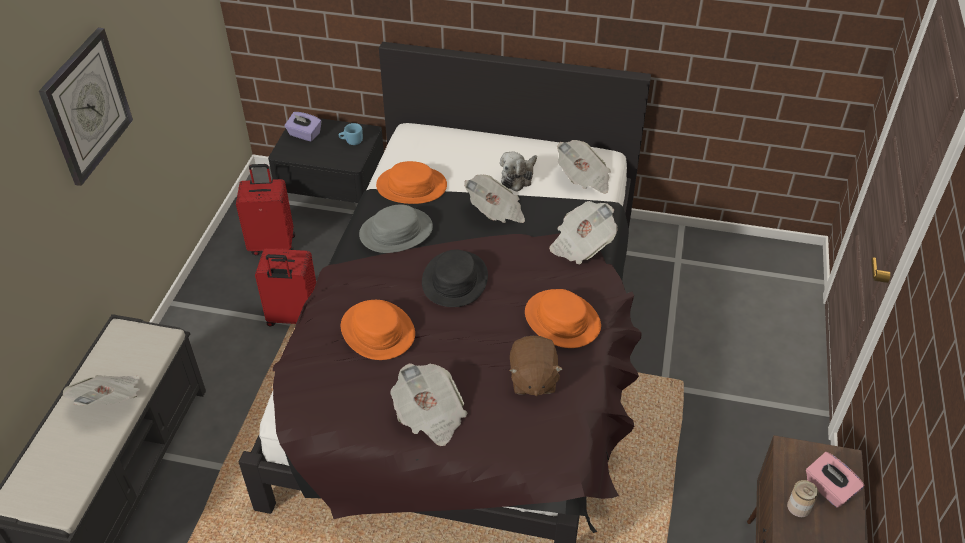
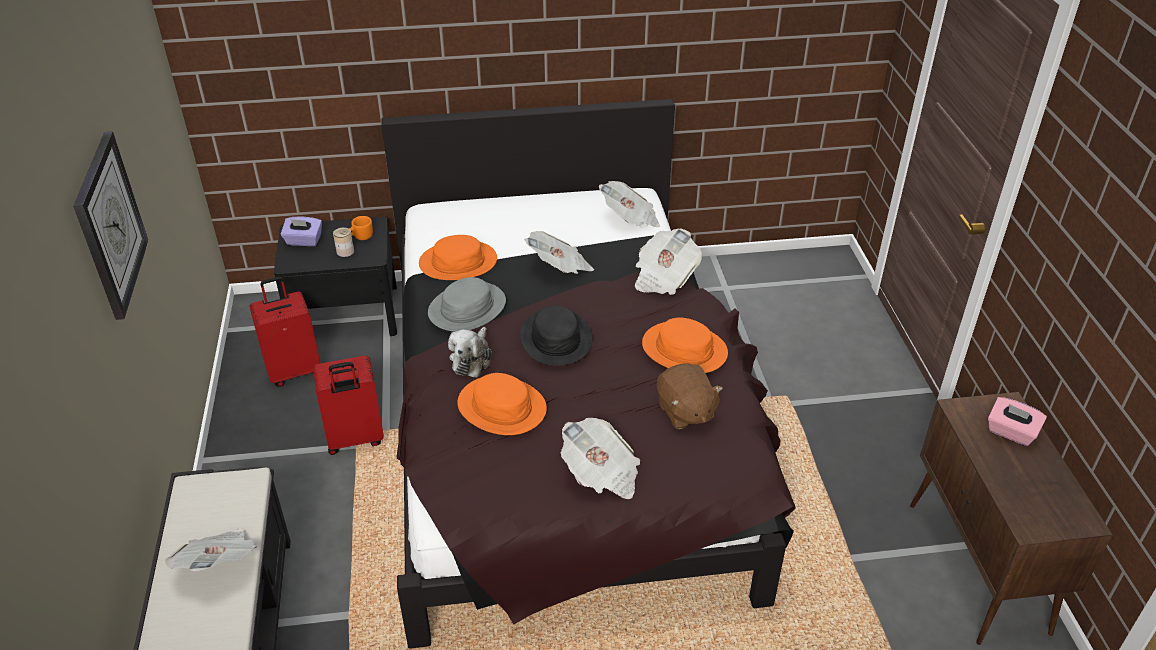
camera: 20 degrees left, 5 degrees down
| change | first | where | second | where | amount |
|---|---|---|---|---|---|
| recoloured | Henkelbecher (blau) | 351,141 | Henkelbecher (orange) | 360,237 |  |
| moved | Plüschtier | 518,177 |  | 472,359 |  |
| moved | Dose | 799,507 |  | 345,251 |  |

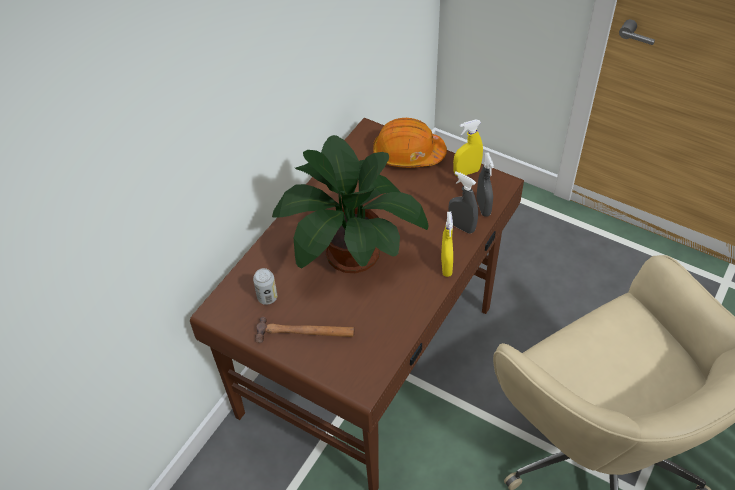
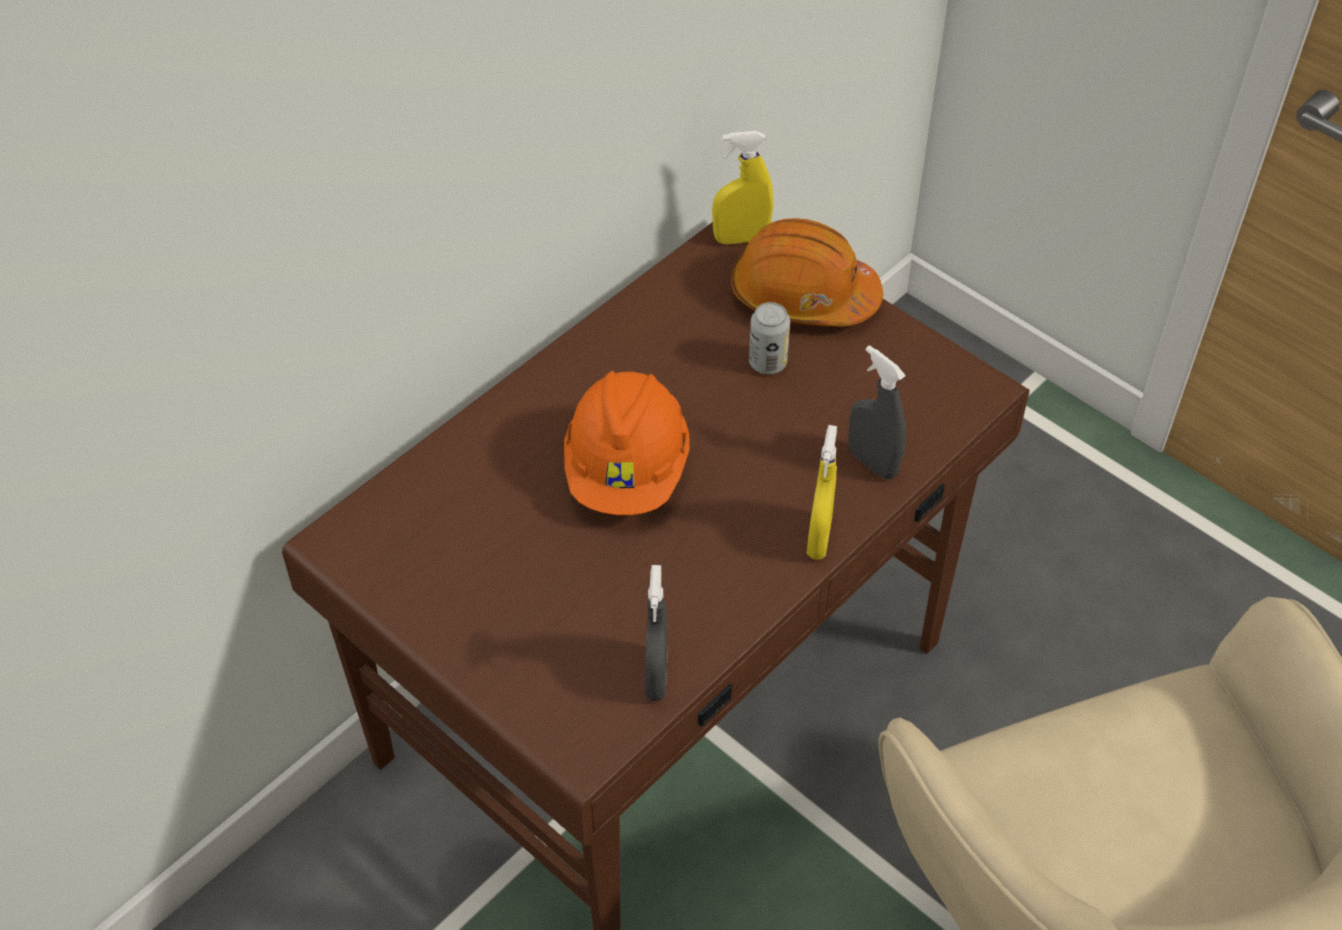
camera: 10 degrees right, 0 degrees up
| change | first | where | second | where | amount |
|---|---|---|---|---|---|
| moved | Sprühflasche (gelb) | 466,172 |  | 741,239 |  |
| replaced | Topfpflanze | 347,251 | Schutzhelm (orange) | 627,470 |  |
| moved | Sprühflasche (grau) | 483,207 |  | 656,676 |  |
| moved | Dose | 267,297 |  | 767,363 |  |
| removed | Hammer | 305,333 |  |  |  |

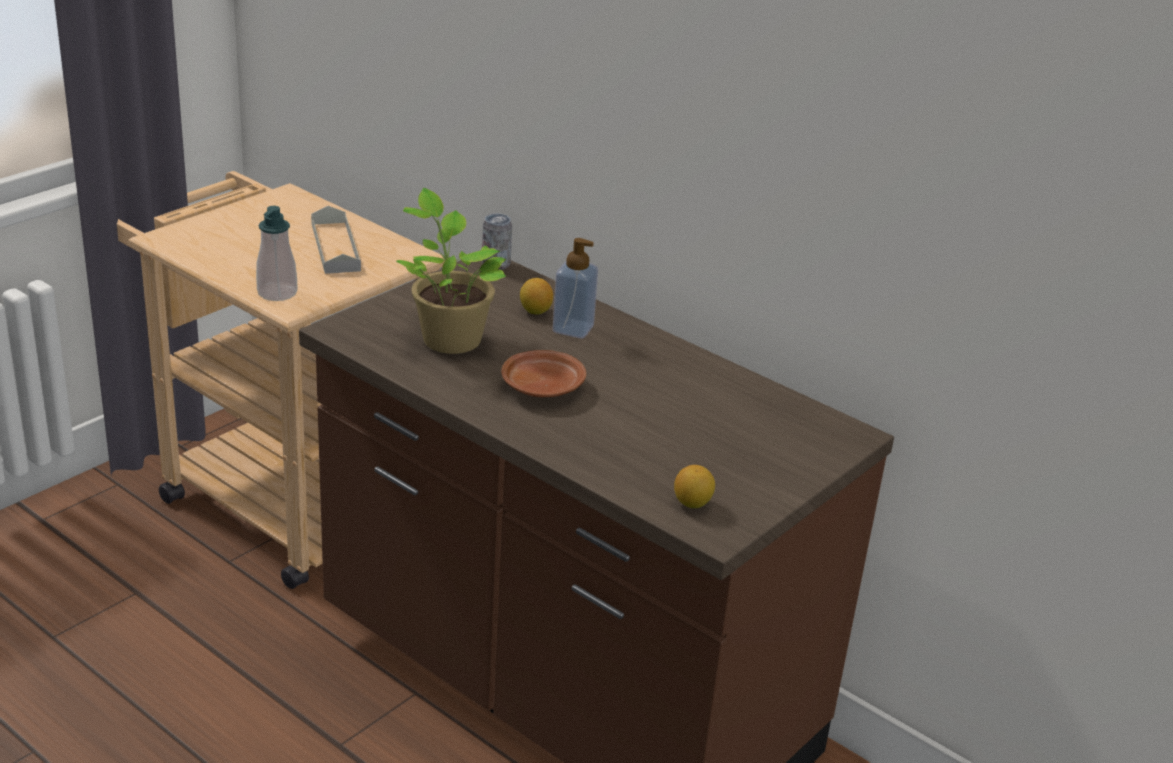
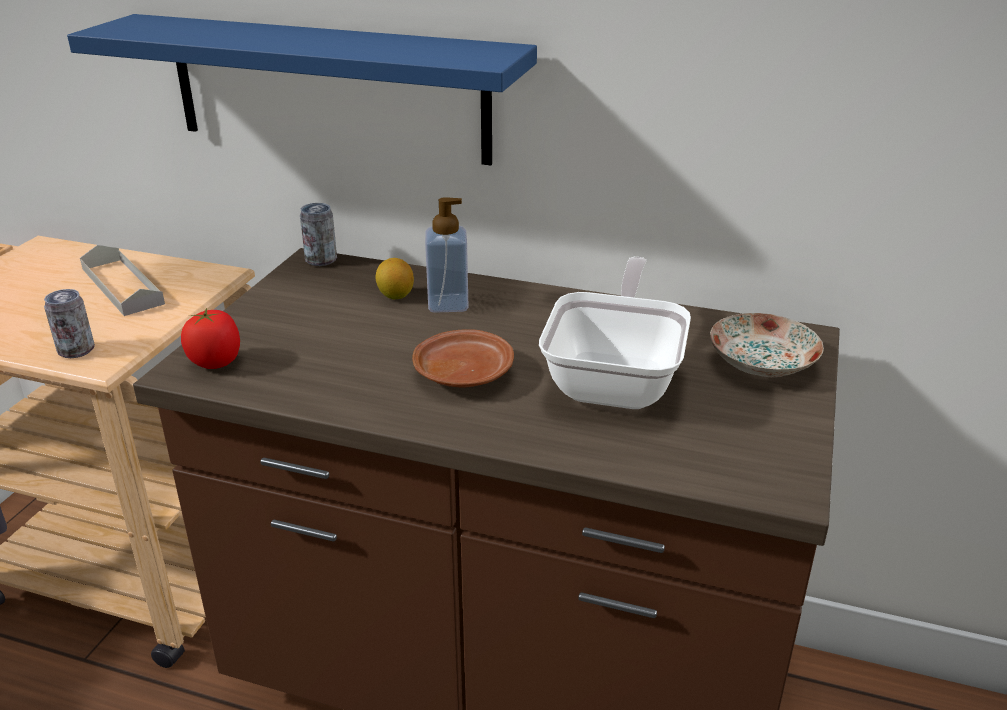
camera: 20 degrees left, 0 degrees up
| change | first | where | second | where | amount |
|---|---|---|---|---|---|
| removed | Topfpflanze | 449,338 |  |  |  |
| replaced | Seifenspender | 277,293 | Dose | 76,350 |  |
| removed | Zitrone | 692,503 |  |  |  |
| added |  |  | Wandregal (blau) | 328,89 |  |
| added |  |  | Pfanne | 616,379 |  |
| added |  |  | Tomate | 216,362 |  |
| added |  |  | Teller | 760,363 |  |

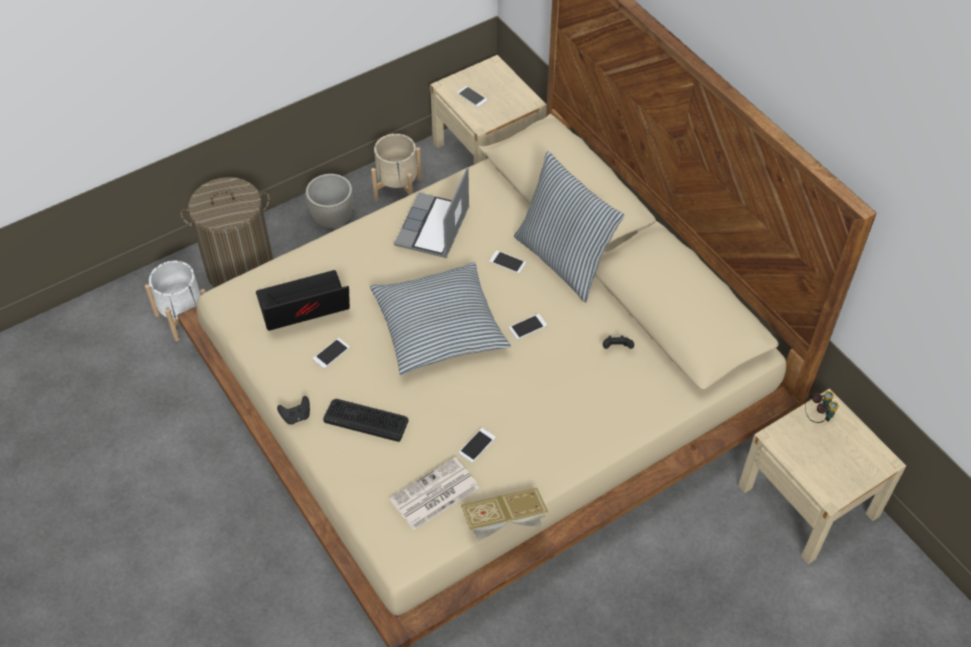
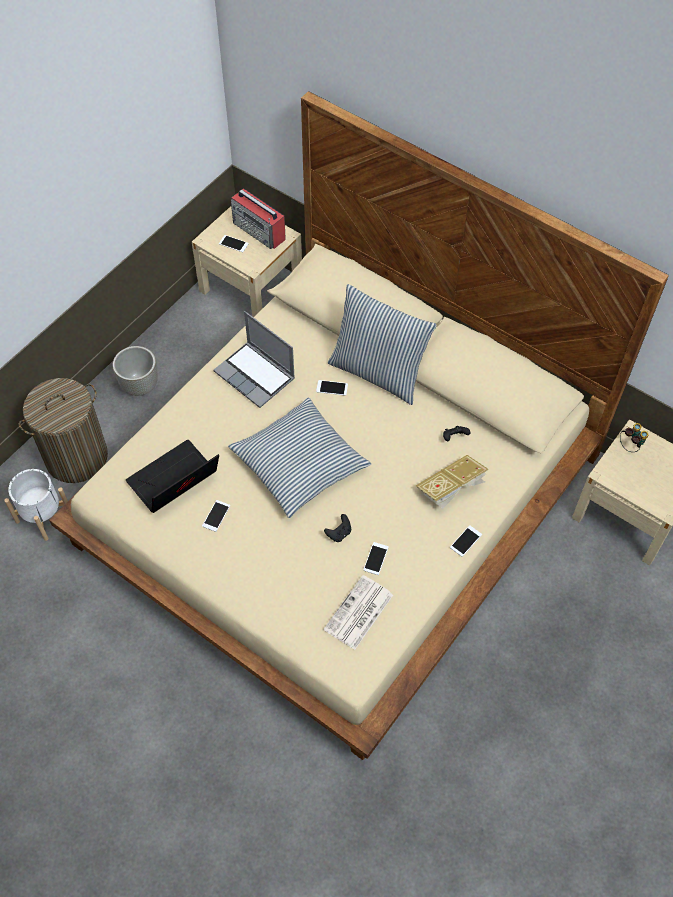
camera: 20 degrees left, 5 degrees up
| change | first | where | second | where | amount |
|---|---|---|---|---|---|
| removed | Pflanzkübel (beige) | 397,189 |  |  |  |
| turned | Laptop | 433,228 |  | 256,375 | 45 degrees counterclockwise |
| moved | Handy | 528,326 |  | 465,541 |  |
| moved | Gamepad (schwarz) | 296,416 |  | 339,533 |  |
| removed | Tastatur | 366,420 |  |  |  |
| moved | Buch | 504,522 |  | 451,489 |  |
| added |  |  | Radio | 259,231 |  |

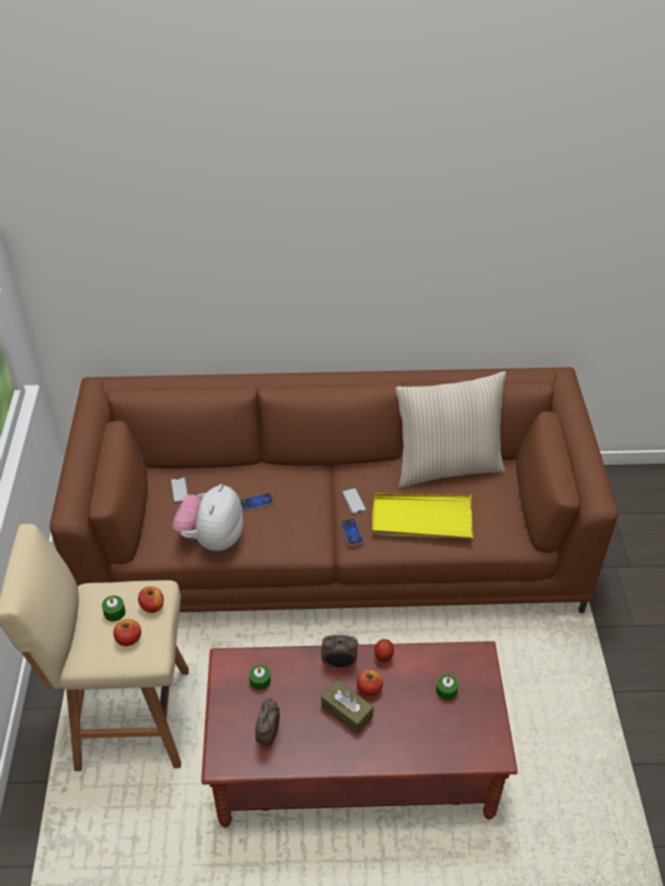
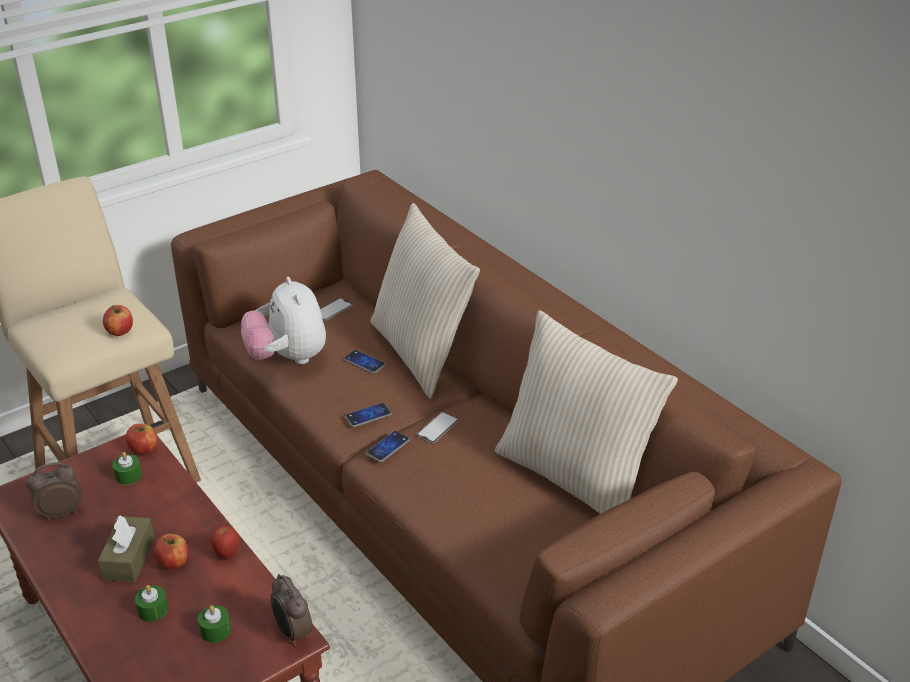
camera: 55 degrees right, 10 degrees down
| change | first | where | second | where | amount |
|---|---|---|---|---|---|
| turned | Plüschtier | 212,538 |  | 288,358 | 90 degrees counterclockwise |
| removed | Tablett (gelb) | 421,519 |  |  |  |
| moved | Kerze (grün) | 114,612 |  | 153,610 |  |
| moved | Apfel | 129,639 |  | 143,449 |  |
| moved | Wecker | 339,664 |  | 292,633 |  |
| added |  |  | Kissen (beige) | 422,353 |  |
| added |  |  | Handy | 368,416 |  |

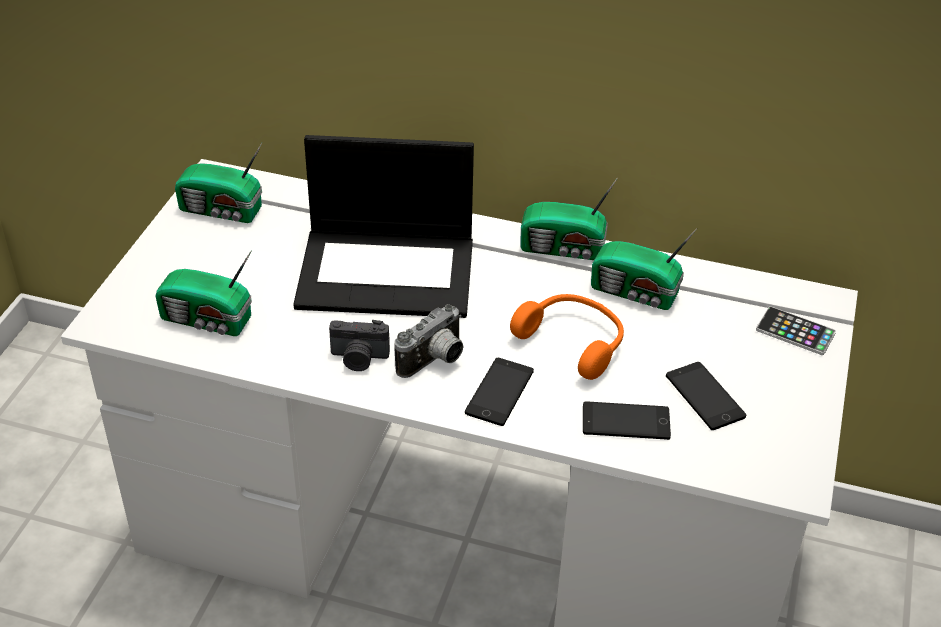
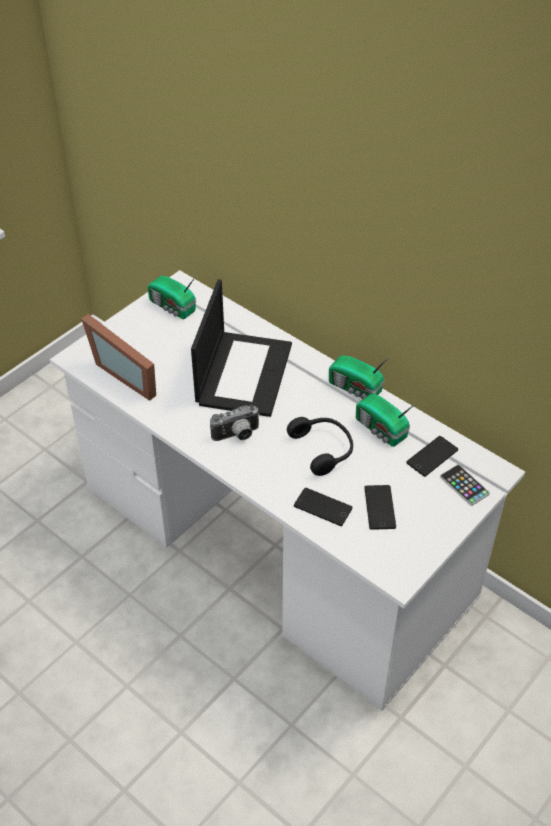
camera: 25 degrees right, 5 degrees up
| change | first | where | second | where | amount |
|---|---|---|---|---|---|
| turned | Laptop | 388,272 |  | 243,373 | 105 degrees counterclockwise |
| replaced | Radio | 208,321 | Bilderrahmen | 128,373 |  |
| recoloured | Kopfhörer (orange) | 573,342 | Kopfhörer (schwarz) | 323,449 |  |
| removed | Kamera | 359,358 |  |  |  |
| moved | Handy | 499,392 |  | 432,456 |  |

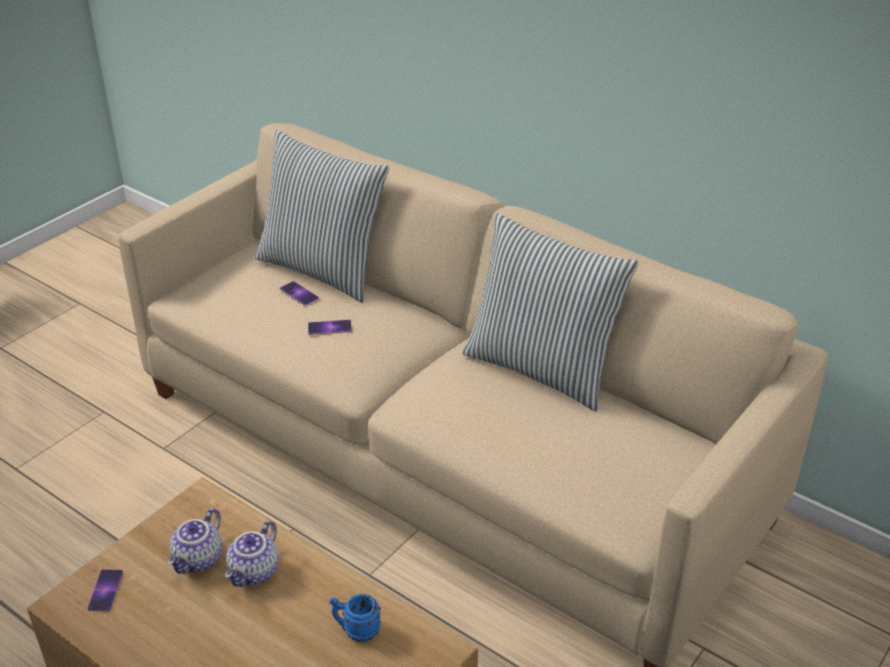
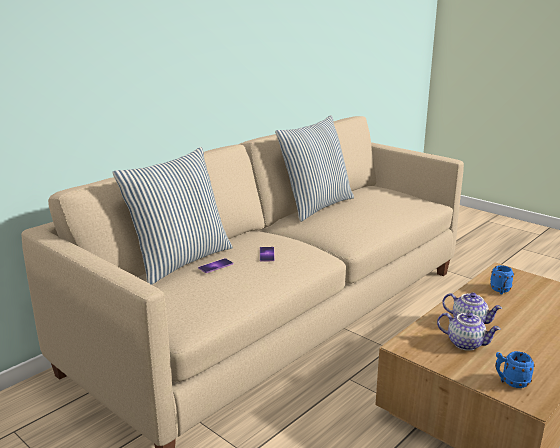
camera: 85 degrees left, 15 degrees down
| change | first | where | second | where | amount |
|---|---|---|---|---|---|
| replaced | Handy | 105,590 | Henkelbecher (blau) | 510,382 |  |

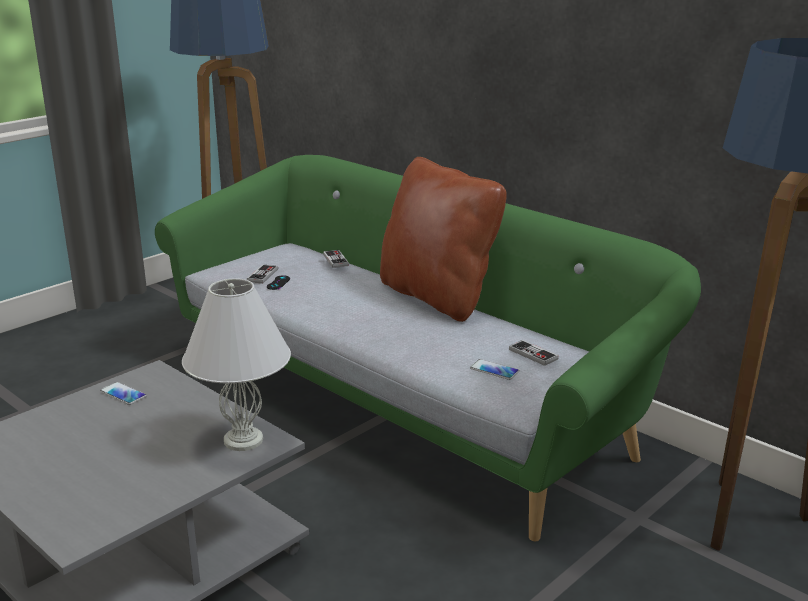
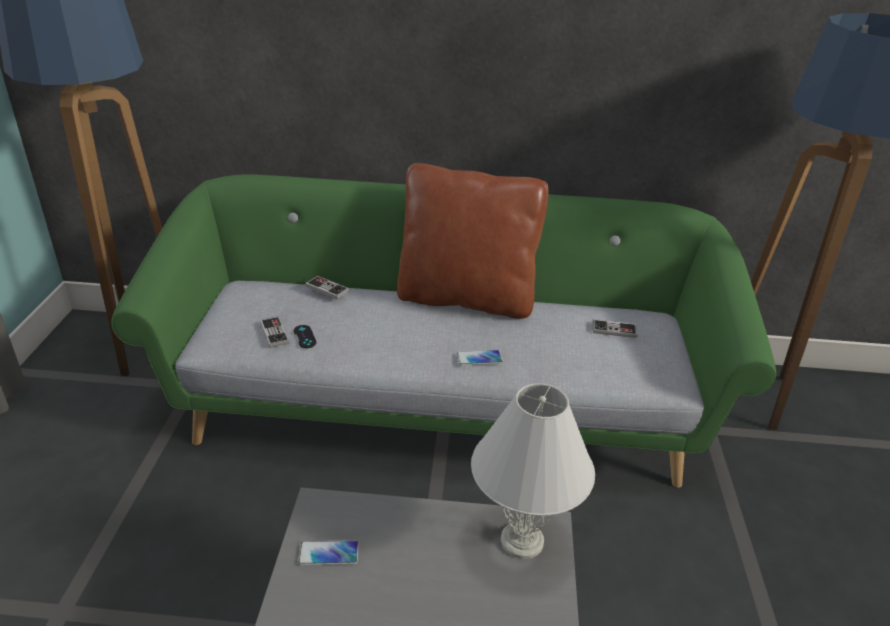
camera: 40 degrees left, 10 degrees up
| change | first | where | second | where | amount |
|---|---|---|---|---|---|
| moved | Handy | 494,370 |  | 479,358 |  |

